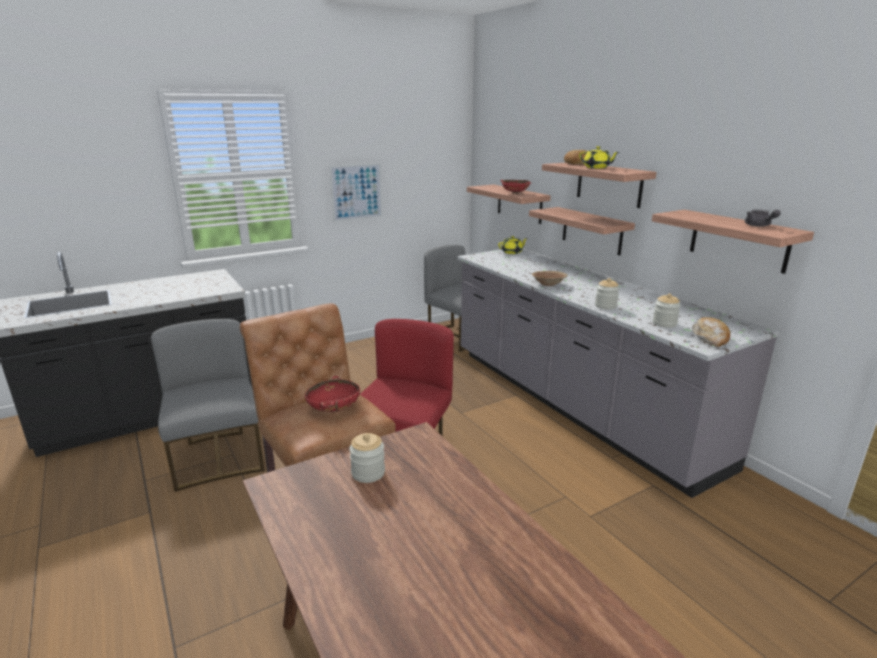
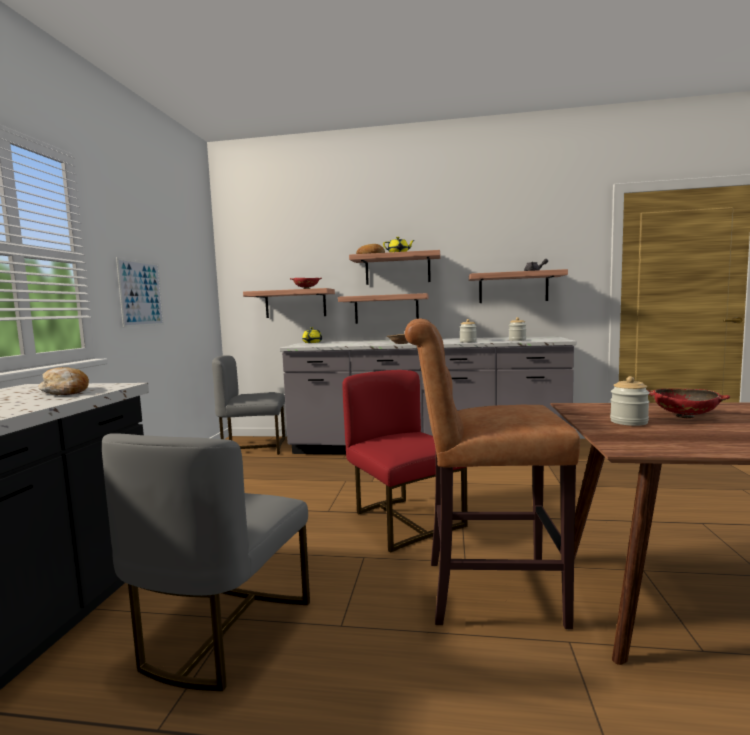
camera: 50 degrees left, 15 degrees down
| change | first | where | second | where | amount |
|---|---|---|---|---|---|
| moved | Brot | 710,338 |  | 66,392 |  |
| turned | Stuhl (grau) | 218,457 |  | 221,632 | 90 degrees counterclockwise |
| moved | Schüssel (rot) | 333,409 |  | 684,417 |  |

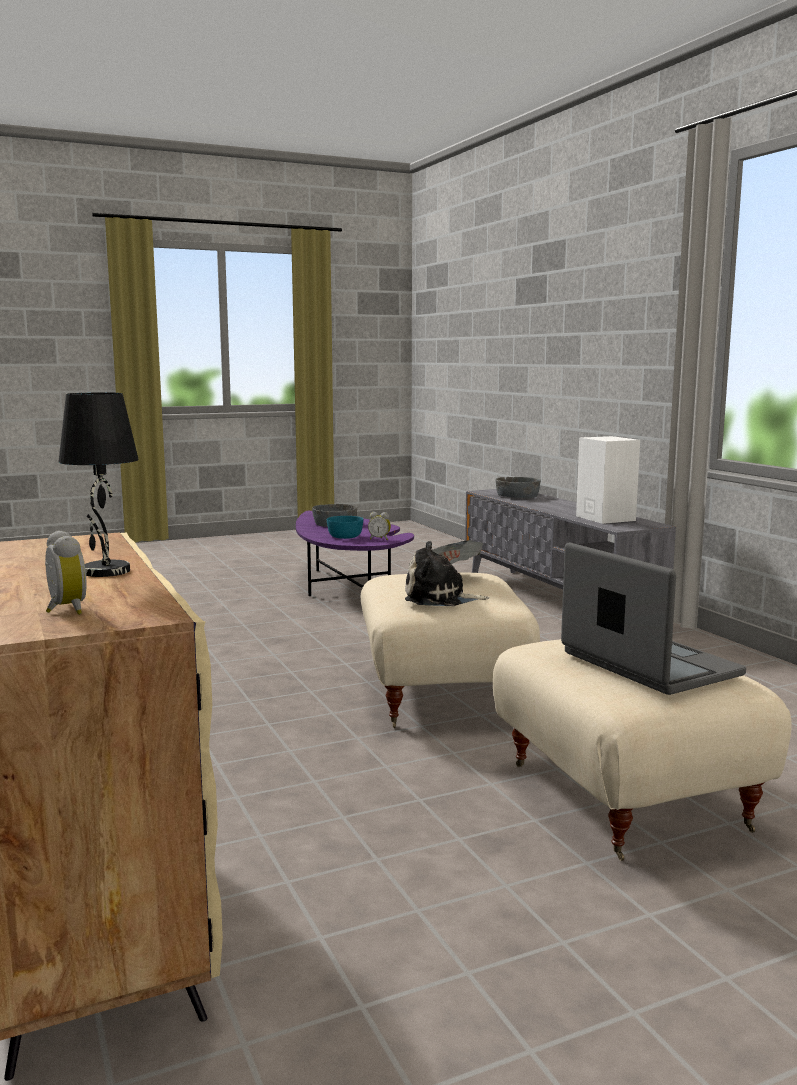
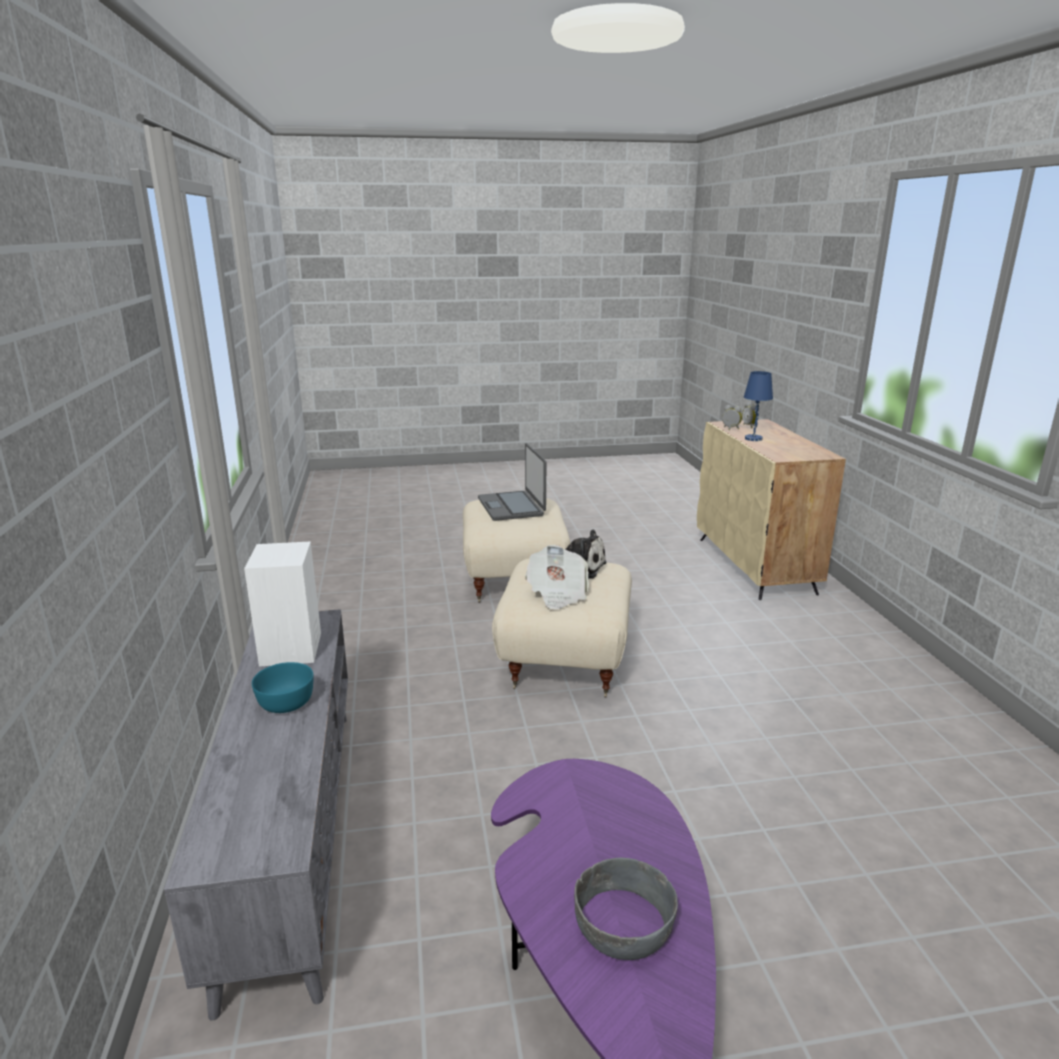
camera: 165 degrees left, 10 degrees up
| change | first | where | second | where | amount |
|---|---|---|---|---|---|
| recoloured | Tischlampe (schwarz) | 106,571 | Tischlampe (blau) | 753,438 |  |
| removed | Schüssel (grau) | 518,496 |  |  |  |
| moved | Wecker | 379,539 |  | 730,429 |  |
| moved | Schüssel (türkis) | 345,536 |  | 285,703 |  |

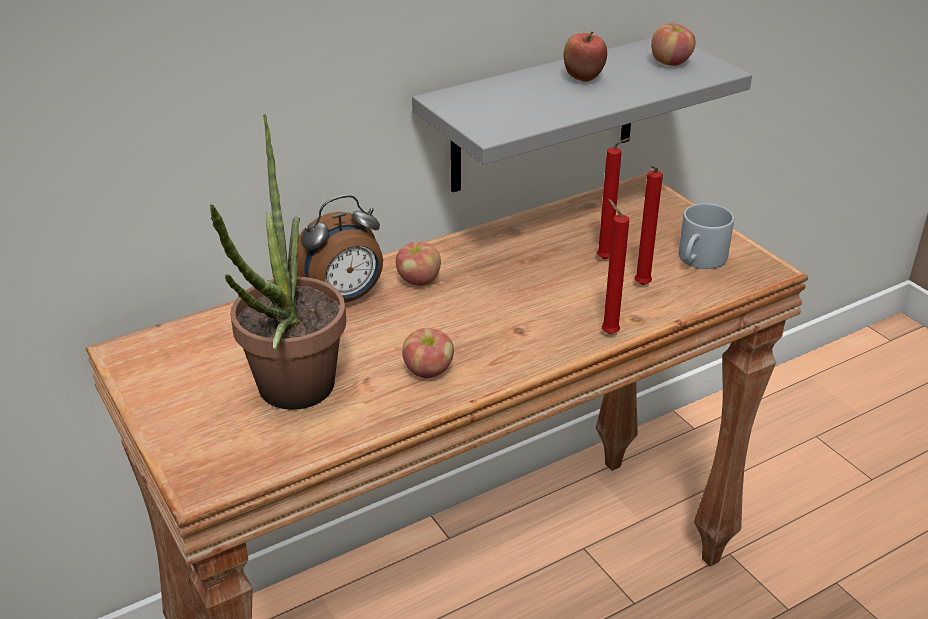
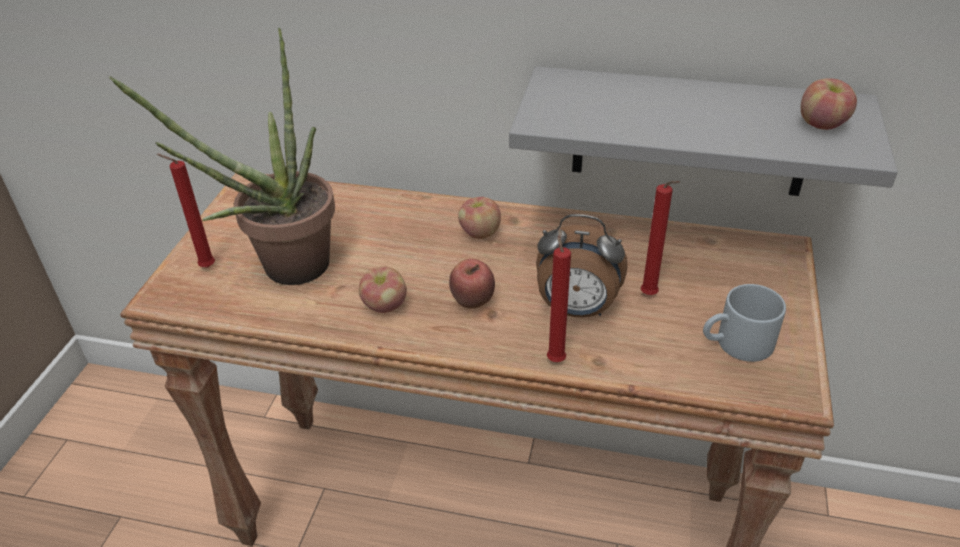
camera: 45 degrees right, 5 degrees up
| change | first | where | second | where | amount |
|---|---|---|---|---|---|
| moved | Apfel | 583,79 |  | 472,302 |  |
| moved | Kerze (rot) | 641,286 |  | 205,267 |  |
| moved | Wecker | 344,298 |  | 576,310 |  |

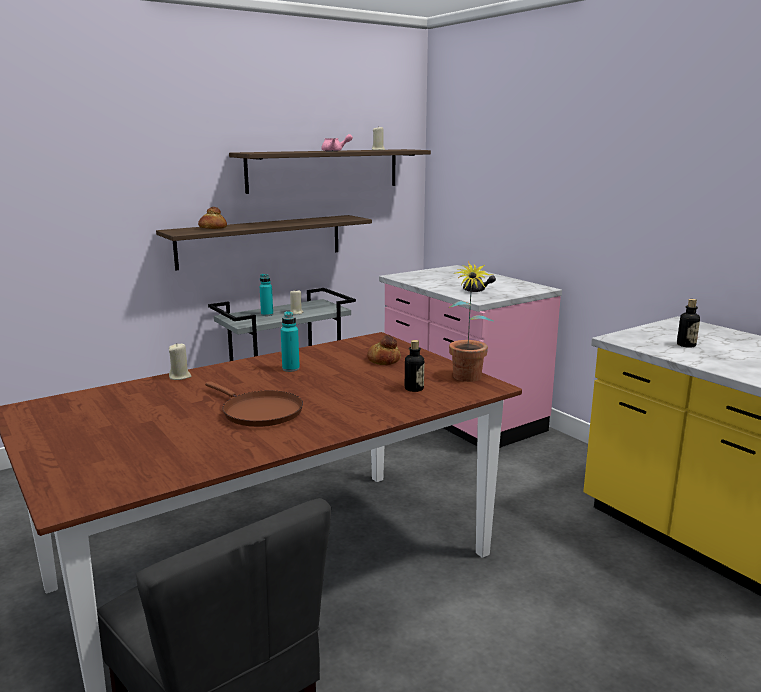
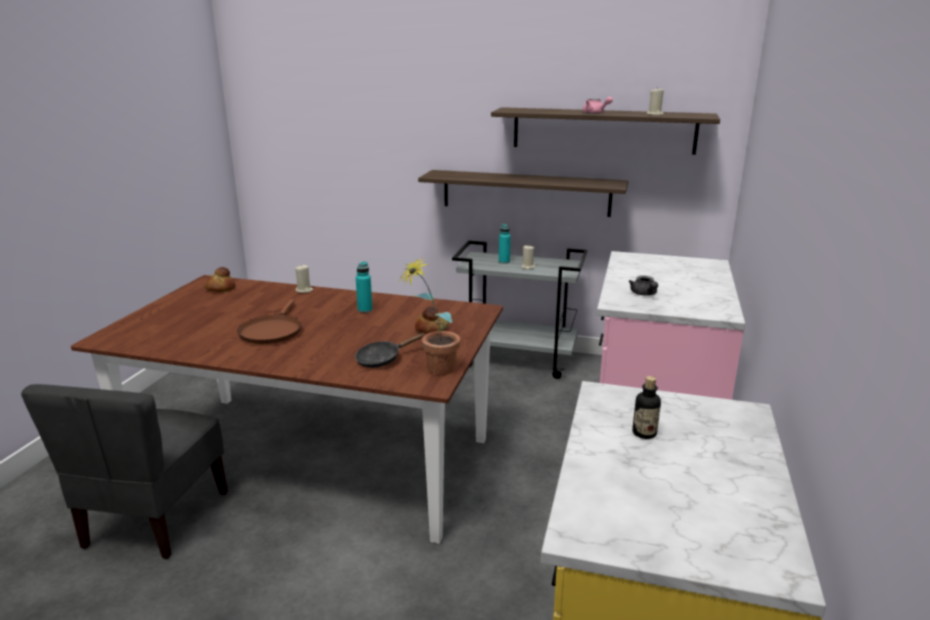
camera: 50 degrees right, 5 degrees up
| change | first | where | second | where | amount |
|---|---|---|---|---|---|
| moved | Brot | 212,228 |  | 220,288 |  |
| replaced | Flasche | 414,389 | Pfanne (schwarz) | 382,359 |  |

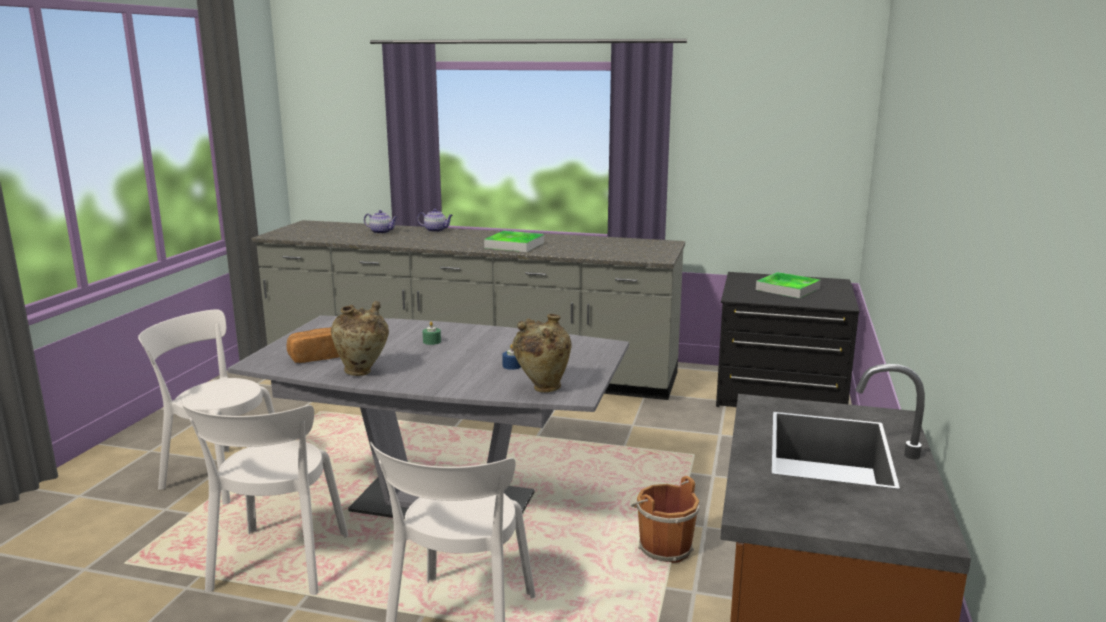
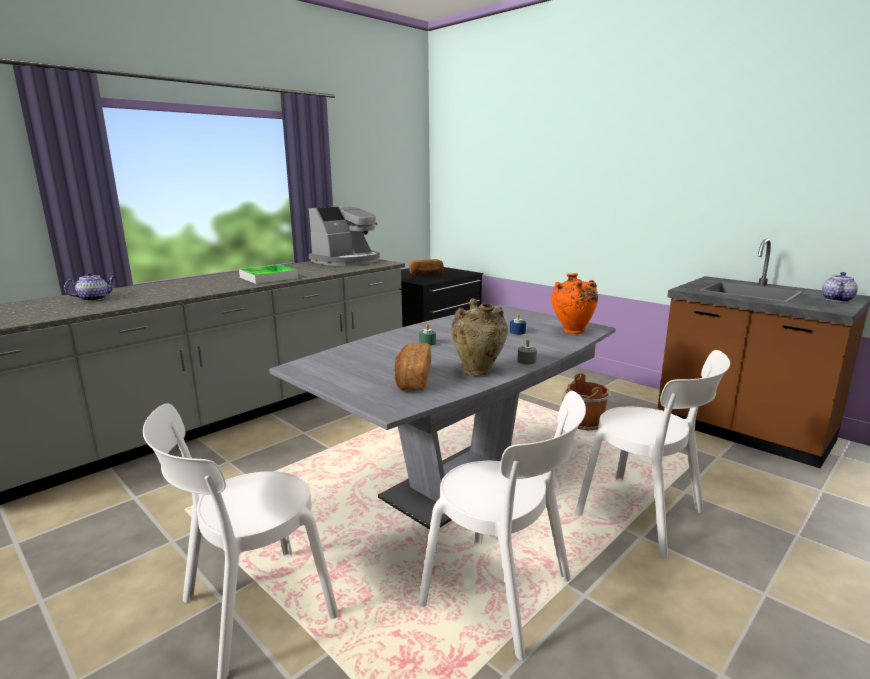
camera: 60 degrees left, 0 degrees up
| change | first | where | second | where | amount |
|---|---|---|---|---|---|
| moved | Teekanne | 436,230 |  | 836,299 |  |
| replaced | Tablett | 787,289 | Brot | 426,273 |  |
| recoloured | Vase (beige) | 542,388 | Vase (orange) | 572,332 |  |
| added |  |  | Kaffeemaschine | 347,261 |  |
| added |  |  | Kerze (grau) | 526,361 |  |

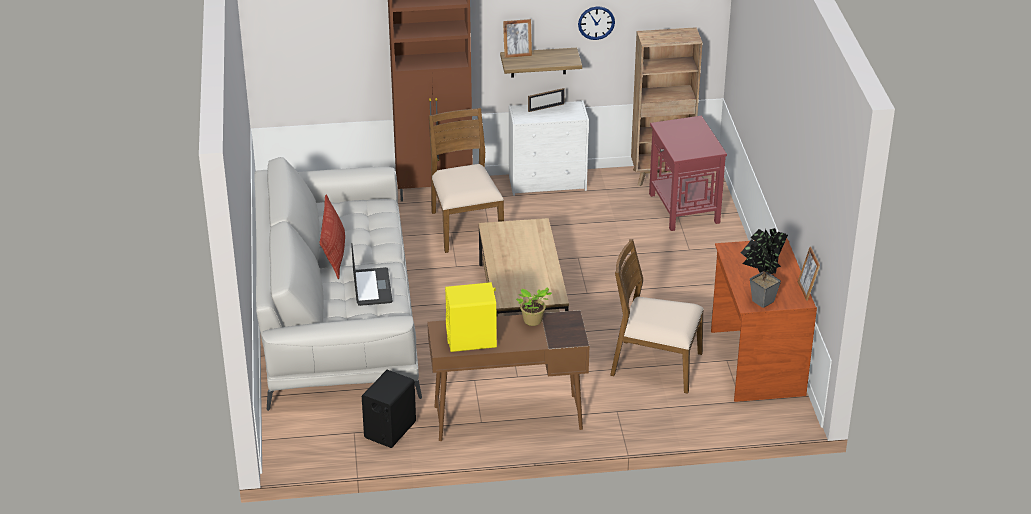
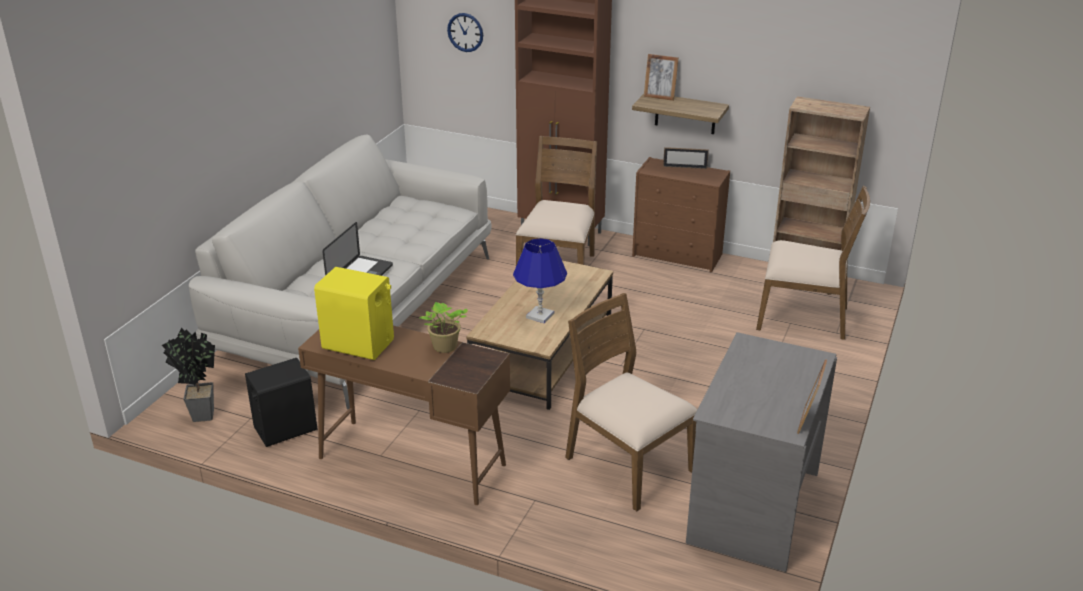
camera: 30 degrees right, 5 degrees down
| change | first | where | second | where | amount |
|---|---|---|---|---|---|
| moved | Wanduhr | 596,22 |  | 465,32 |  |
| recoloured | Kommode (weiß) | 548,183 | Kommode (braun) | 678,255 |  |
| replaced | Beistelltisch (rot) | 683,208 | Stuhl (braun) | 803,317 |  |
| removed | Kissen | 334,254 |  |  |  |
| moved | Topfpflanze | 759,301 |  | 199,414 |  |
| recoloured | Schreibtisch (braun) | 755,363 | Schreibtisch (grau) | 752,506 |  |
| added |  |  | Tischlampe (blau) | 540,316 |  |

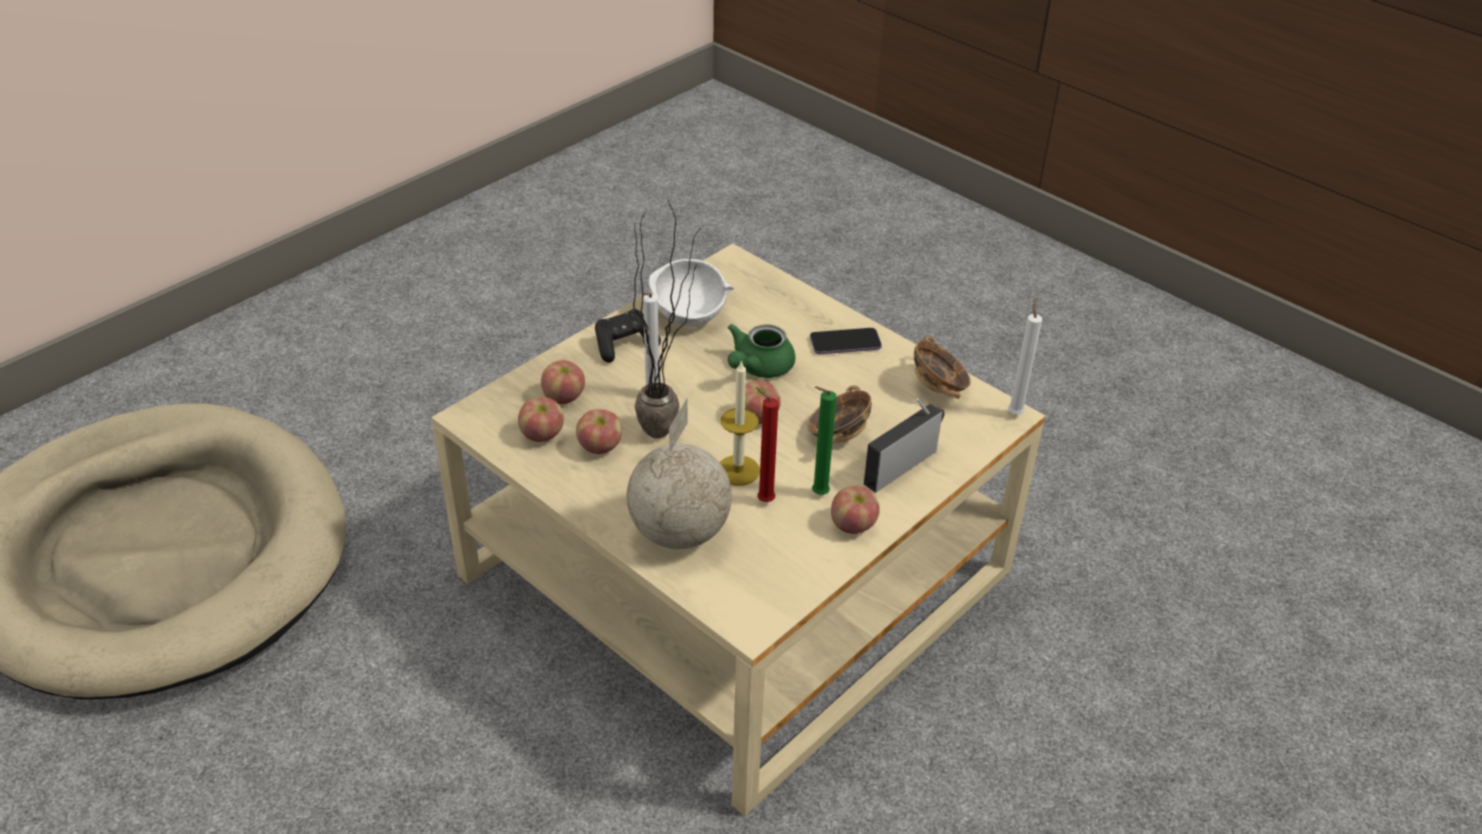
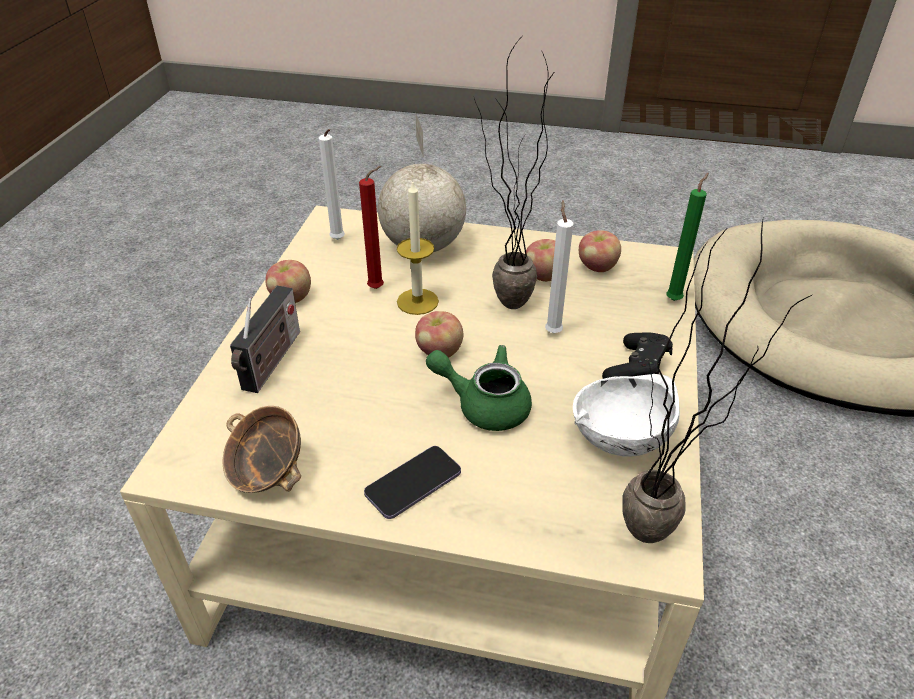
camera: 150 degrees right, 0 degrees up
| change | first | where | second | where | amount |
|---|---|---|---|---|---|
| moved | Kerze (weiß) | 1015,412 |  | 338,241 |  |
| turned | Teekanne (grün) | 758,368 |  | 484,404 | 75 degrees counterclockwise |
| removed | Apfel | 564,397 |  |  |  |
| removed | Schüssel | 837,434 |  |  |  |
| moved | Kerze (grün) | 817,494 |  | 675,299 |  |
| added |  |  | Topfpflanze | 662,543 |  |

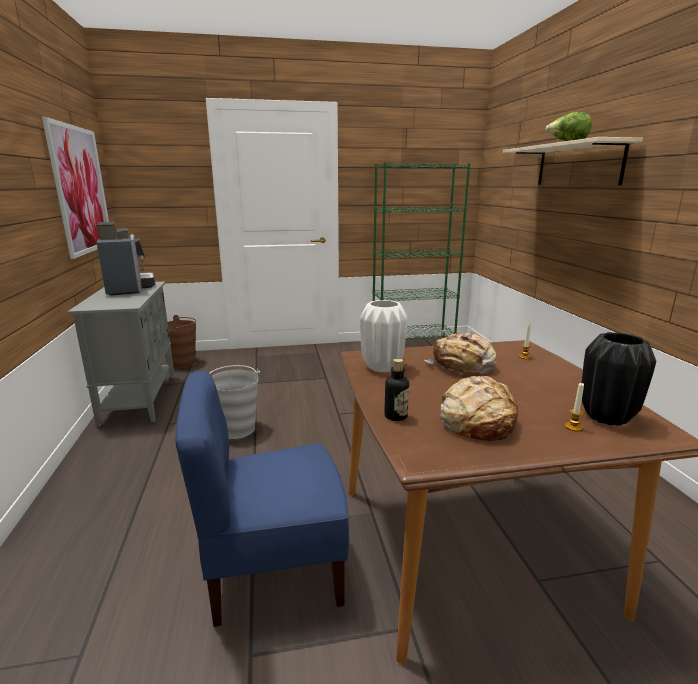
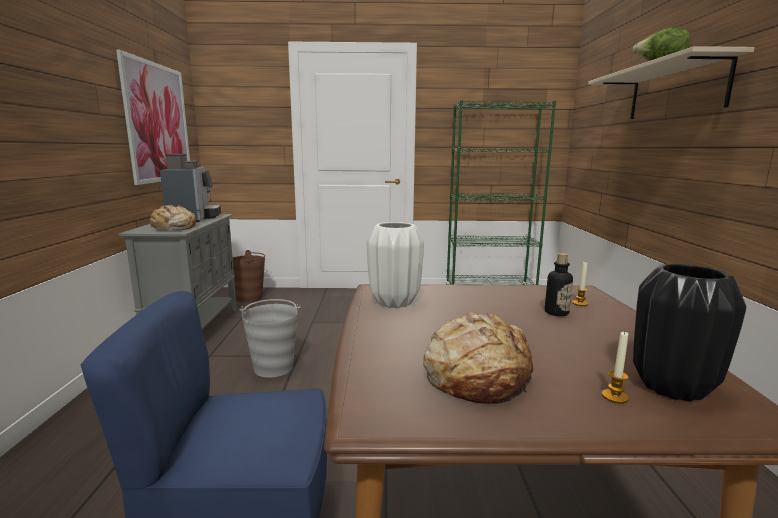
camera: 10 degrees right, 5 degrees down
| change | first | where | second | where | amount |
|---|---|---|---|---|---|
| moved | Brot | 463,366 |  | 173,228 |  |
| moved | Flasche | 396,416 |  | 556,312 |  |

